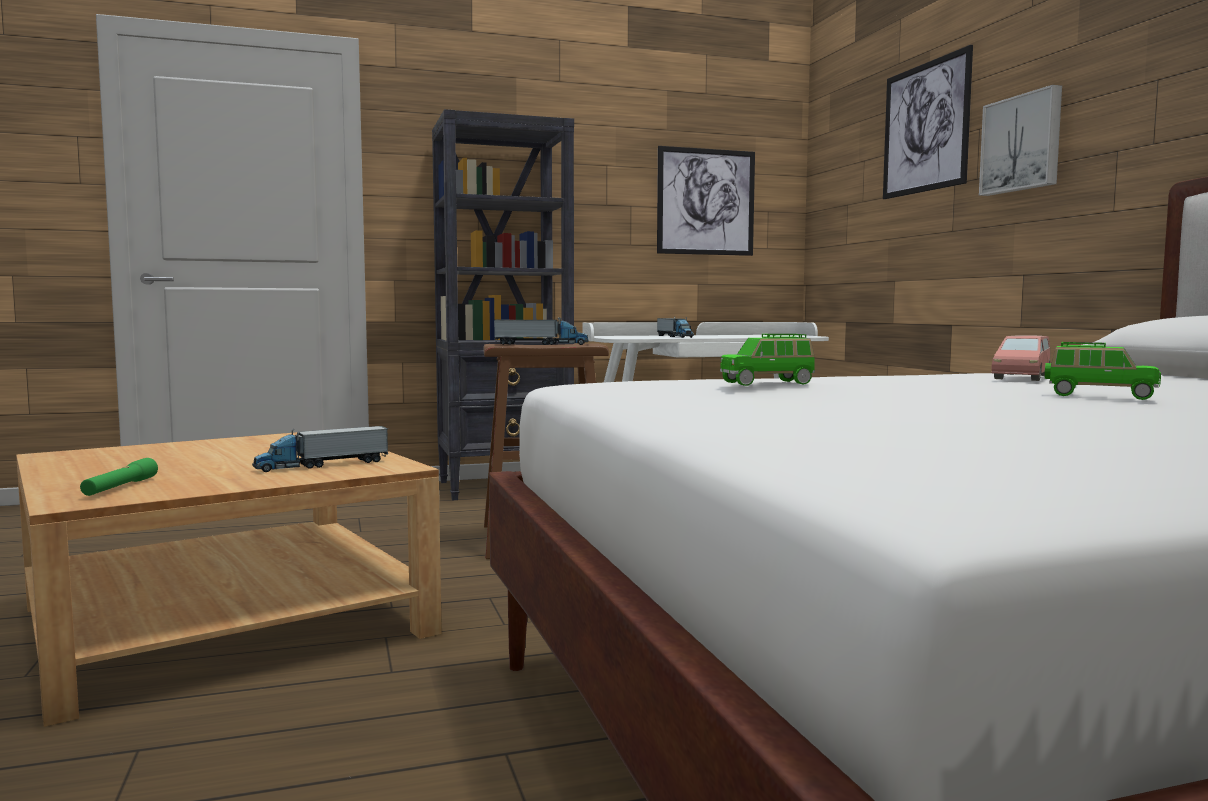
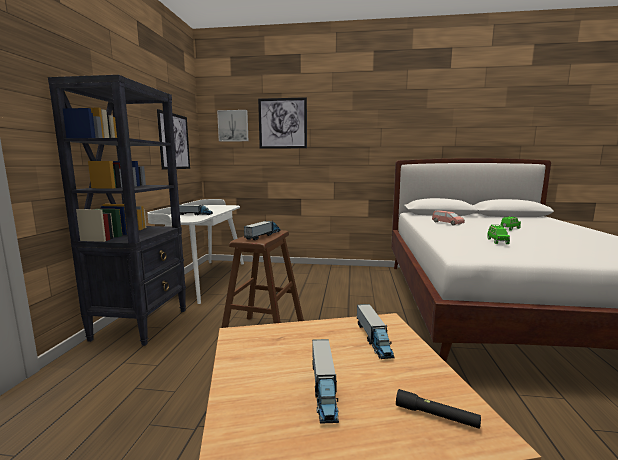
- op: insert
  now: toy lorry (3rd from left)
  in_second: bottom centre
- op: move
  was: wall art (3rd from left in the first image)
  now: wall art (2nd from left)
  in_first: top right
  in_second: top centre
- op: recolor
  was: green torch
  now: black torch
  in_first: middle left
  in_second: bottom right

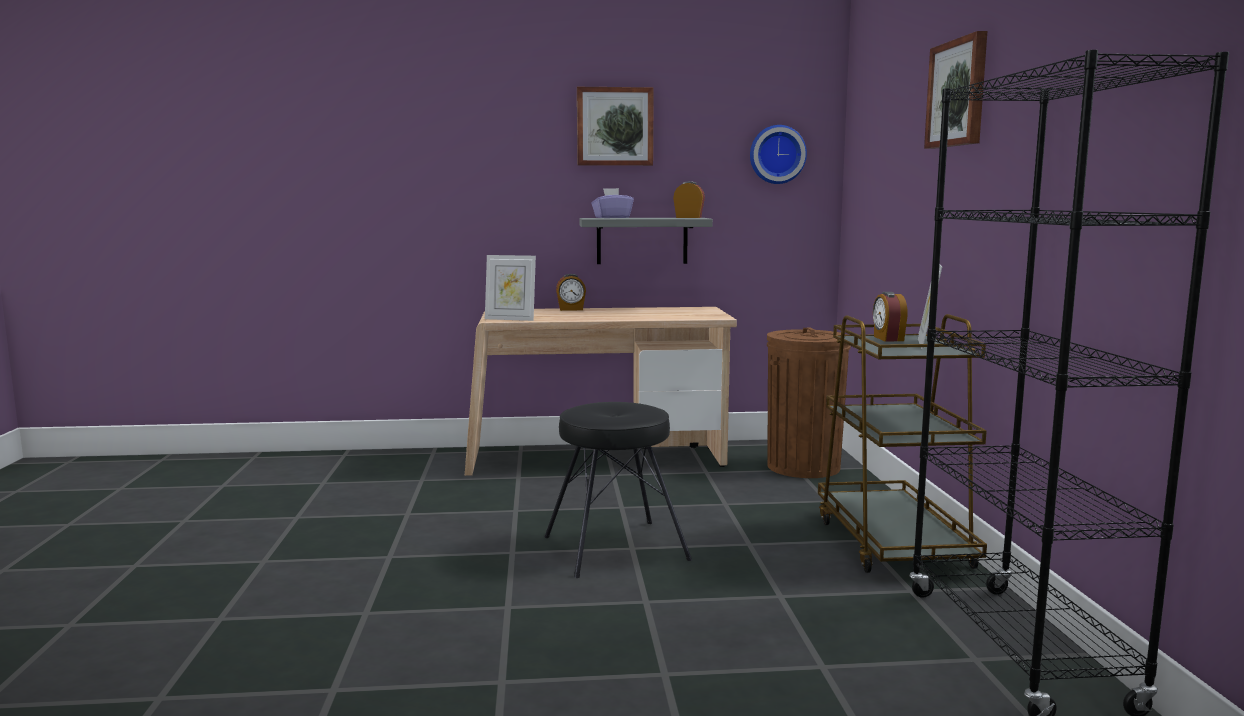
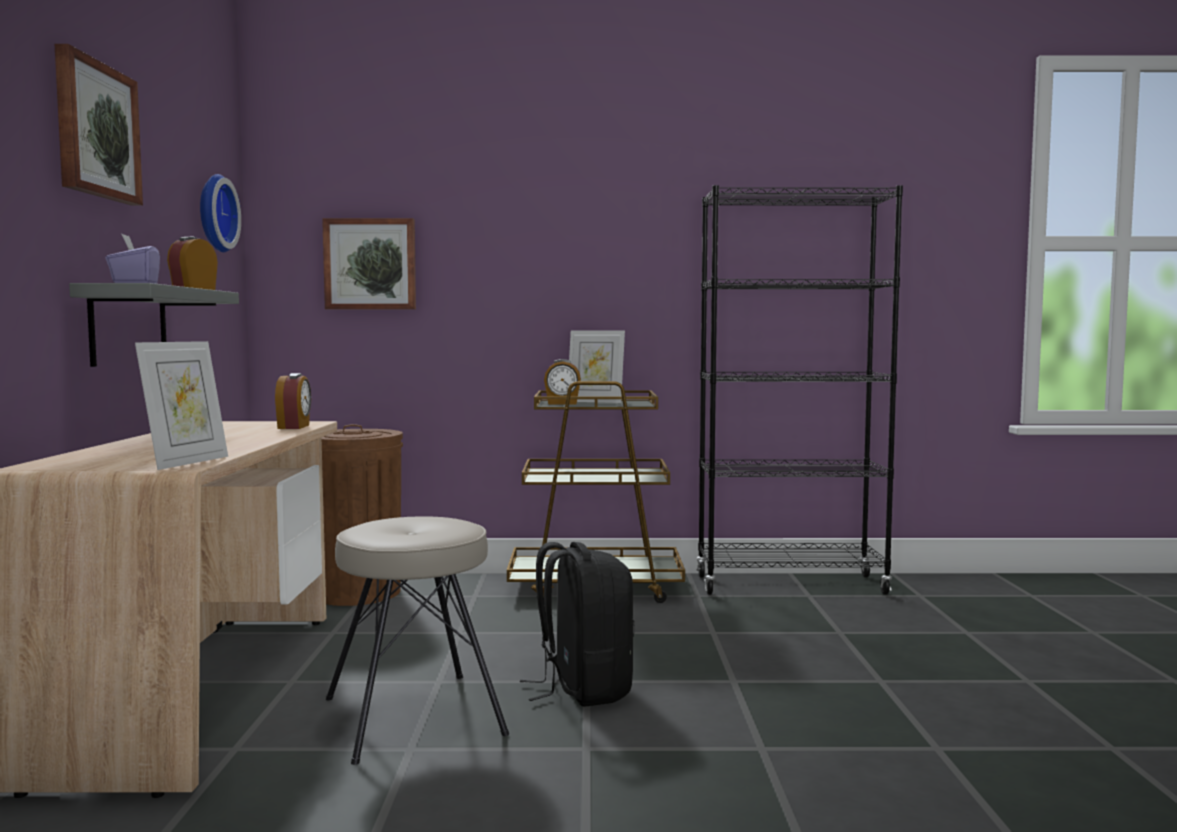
- op: insert
  now: sand-coloured stool
  in_second: bottom centre
- op: move
  was: alarm clock (1st from left in the first image)
  now: alarm clock (2nd from left)
  in_first: centre
  in_second: middle left
- op: move
  was: wall art (2nd from left)
  in_first: top right
  in_second: top left
- op: replace
  was: black stool
  now: black backpack
  in_first: bottom centre
  in_second: bottom centre

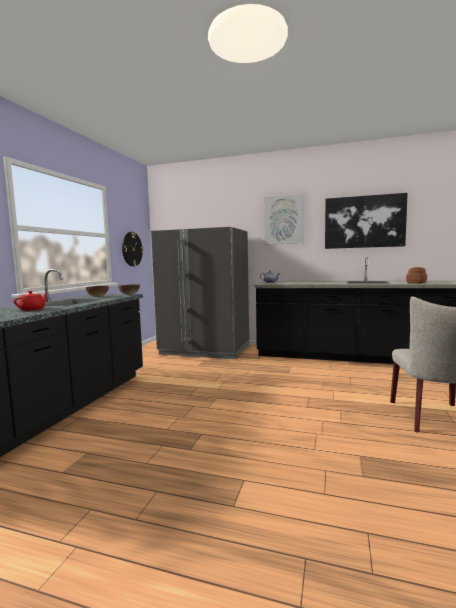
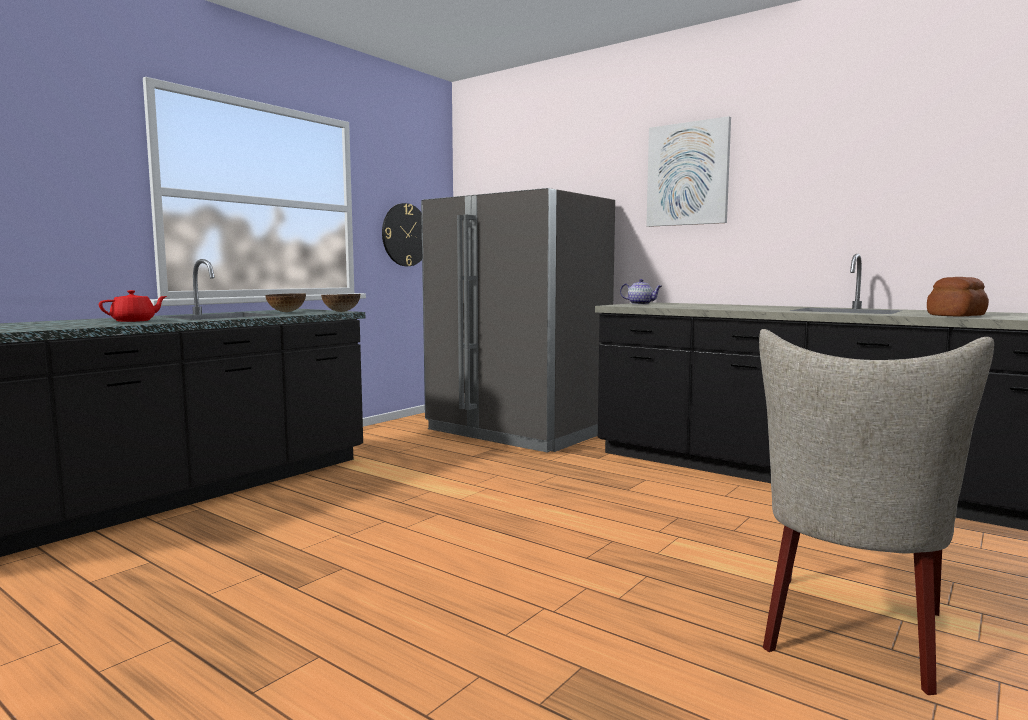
- op: delete
  was: wall art (2nd from left)
  in_first: middle right

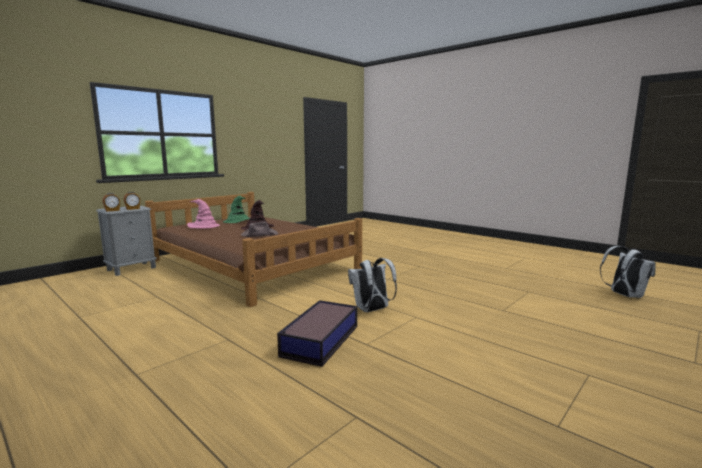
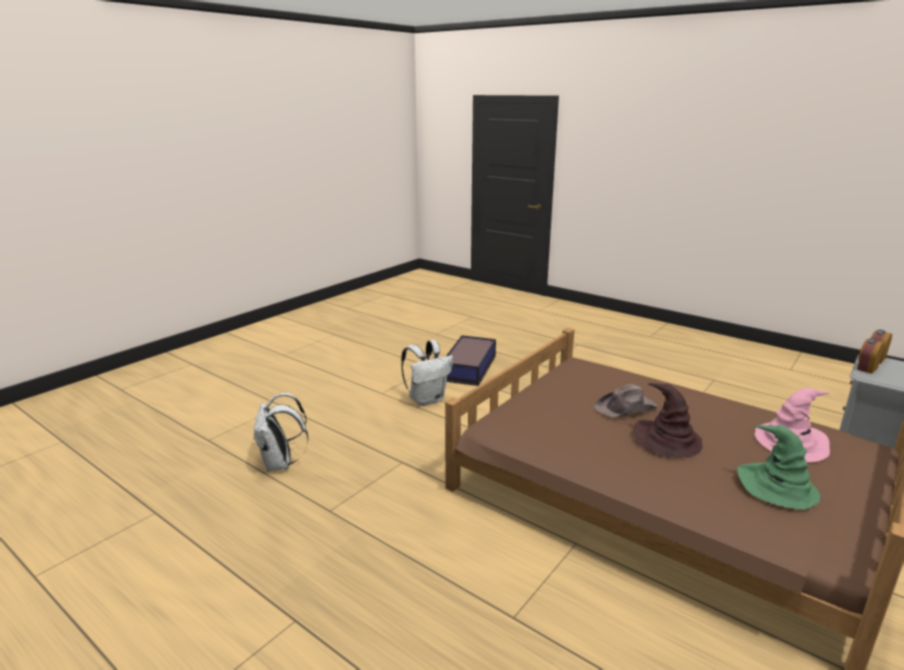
- op: move
  was: white-coloured backpack (2nd from left in the first image)
  now: white-coloured backpack (1st from left)
  in_first: middle right
  in_second: middle left

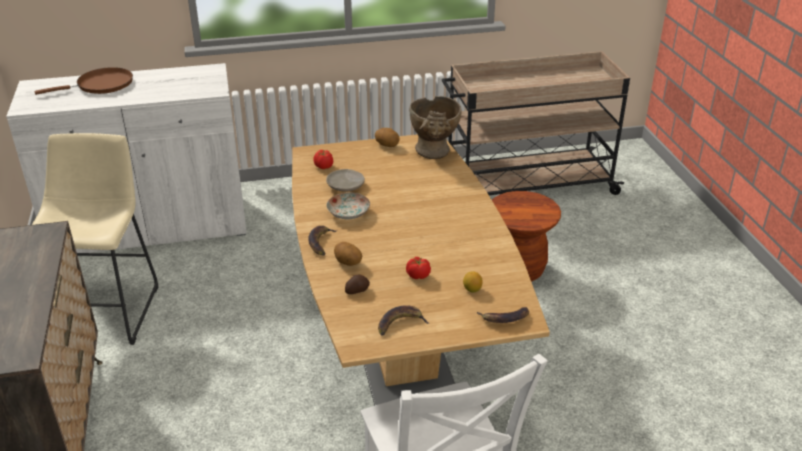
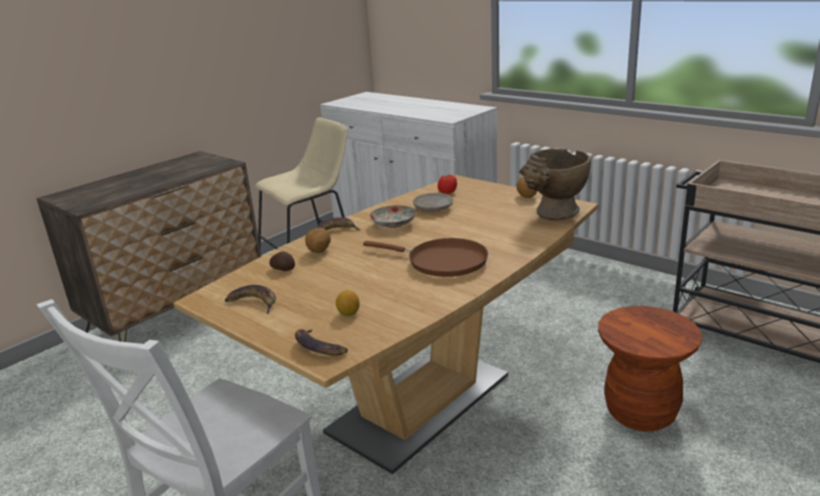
- op: delete
  was: whole tomato (2nd from left)
  in_first: centre
- op: move
  was: brown frying pan
  in_first: top left
  in_second: centre

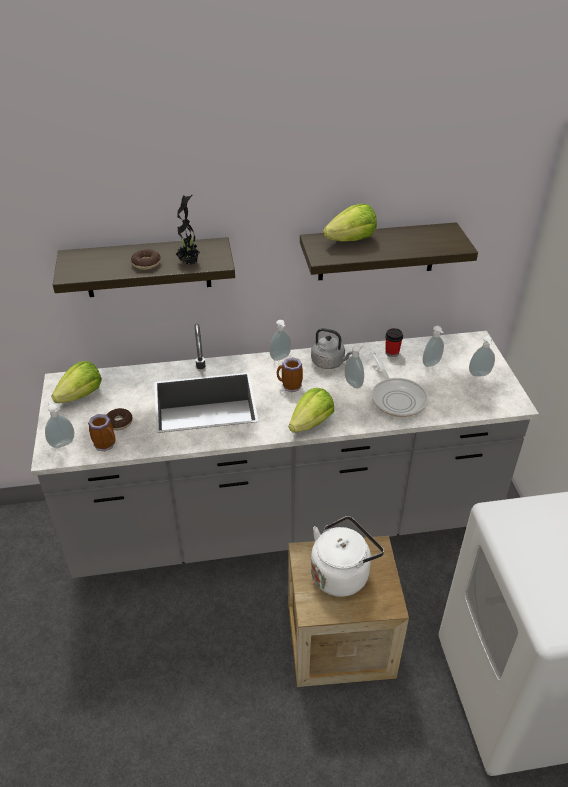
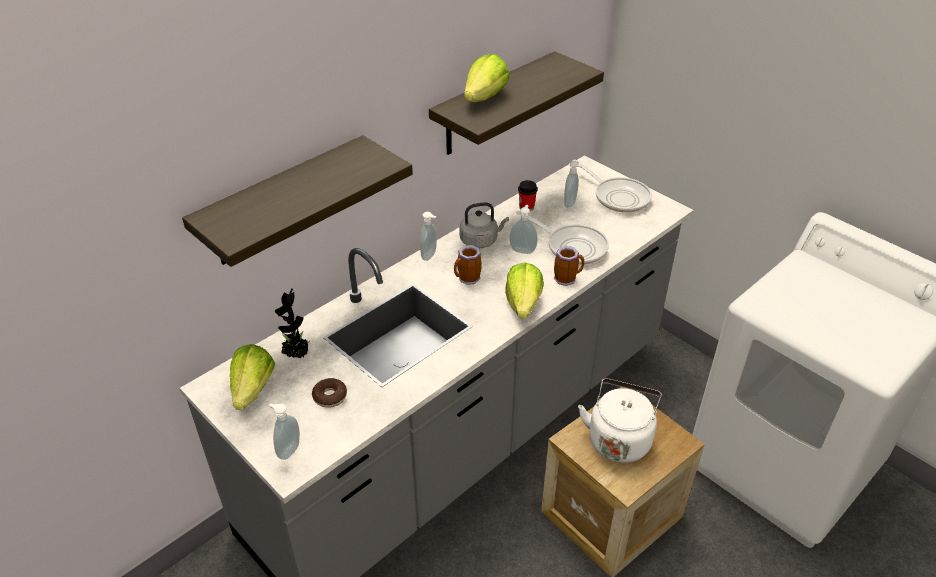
- op: delete
  was: ring doughnut (2nd from left)
  in_first: top left
- op: move
  was: coffee mug (1st from left in the first image)
  now: coffee mug (2nd from left)
  in_first: middle left
  in_second: centre
- op: move
  was: potted plant
  in_first: top left
  in_second: middle left
- op: replace
  was: liquid soap bottle (5th from left)
  now: frying pan (2nd from left)
  in_first: middle right
  in_second: top centre

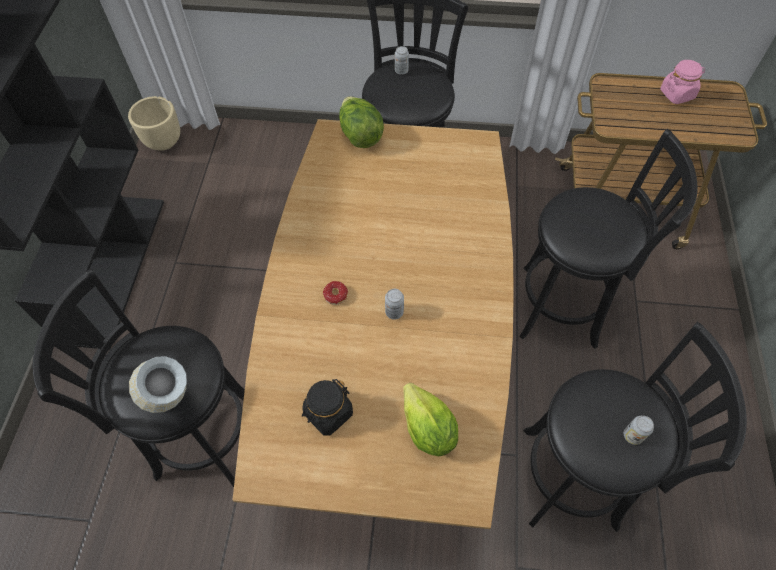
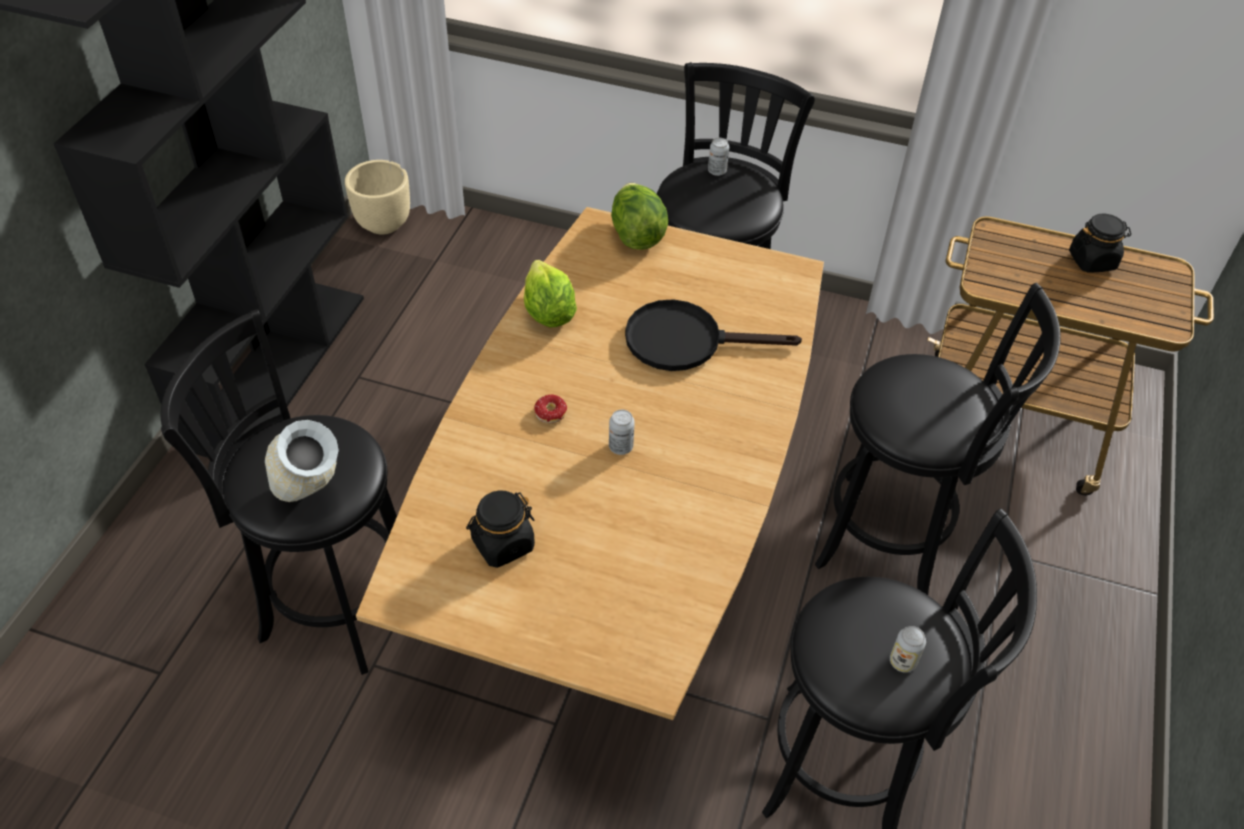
- op: insert
  now: black frying pan
  in_second: centre
- op: move
  was: lettuce head (2nd from left in the first image)
  now: lettuce head (1st from left)
  in_first: bottom centre
  in_second: centre
- op: recolor
  was: pinkish storage jar
  now: black storage jar (2nd from left)
  in_first: top right
  in_second: top right

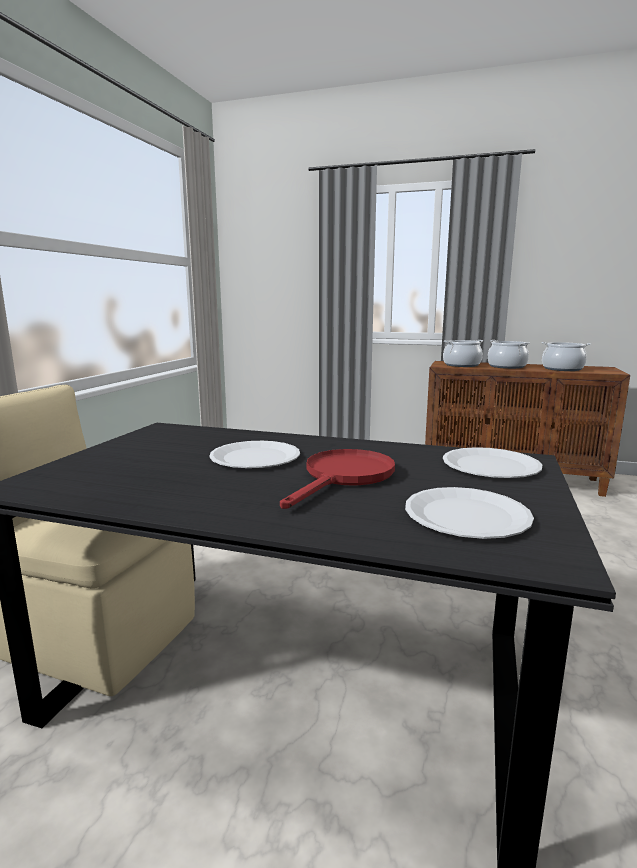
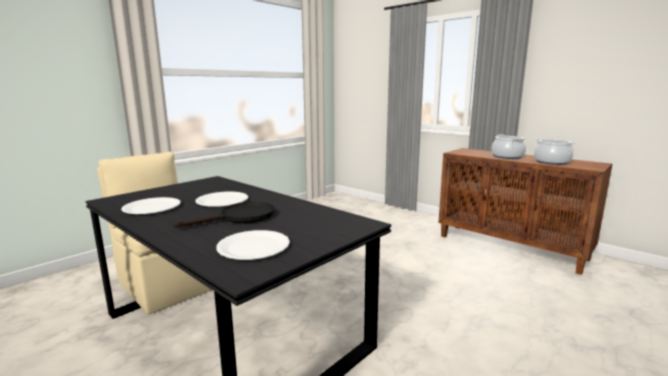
- op: delete
  was: cooking pot (1st from left)
  in_first: middle right
- op: move
  was: white-coloured plate (3rd from left in the first image)
  now: white-coloured plate (1st from left)
  in_first: middle right
  in_second: middle left
- op: recolor
  was: red-coloured frying pan
  now: black frying pan
  in_first: centre
  in_second: centre

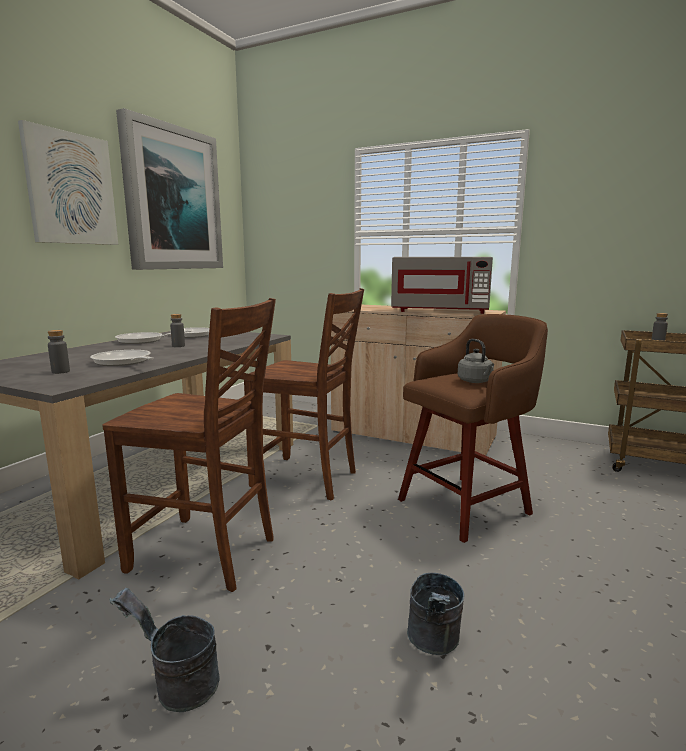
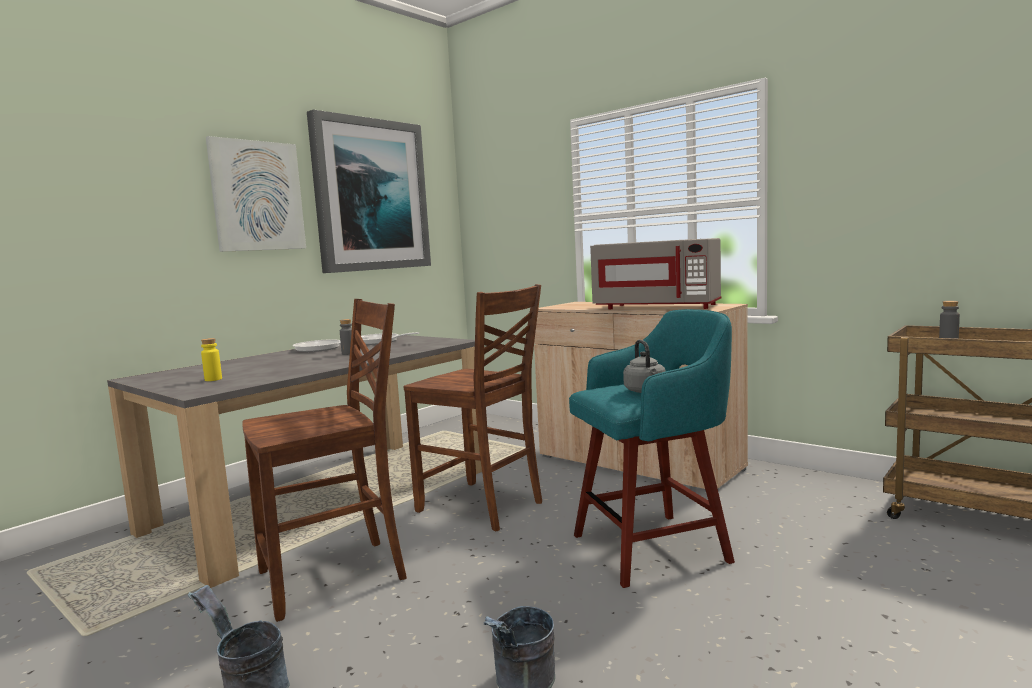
- op: delete
  was: frying pan (1st from left)
  in_first: middle left
- op: recolor
  was: greyish drink bottle (1st from left)
  now: yellowish drink bottle
  in_first: middle left
  in_second: middle left
- op: recolor
  was: brown stool
  now: turquoise-coloured stool
  in_first: middle right
  in_second: centre
- op: rotate
  was: brown chair (1st from left)
  in_first: middle left
  in_second: bottom left
  clockwise: -60

